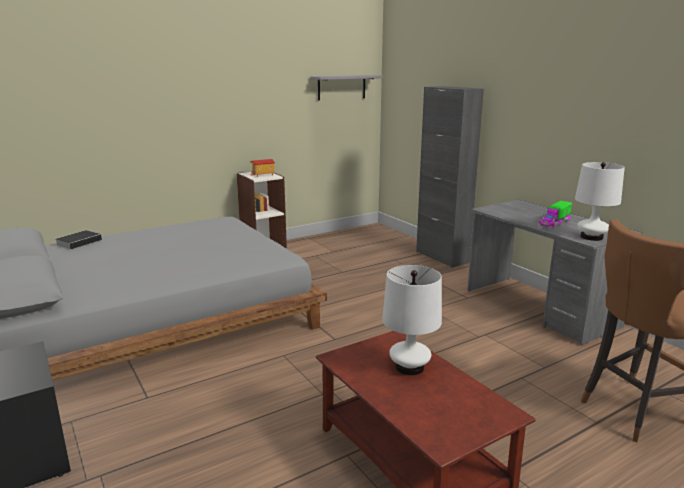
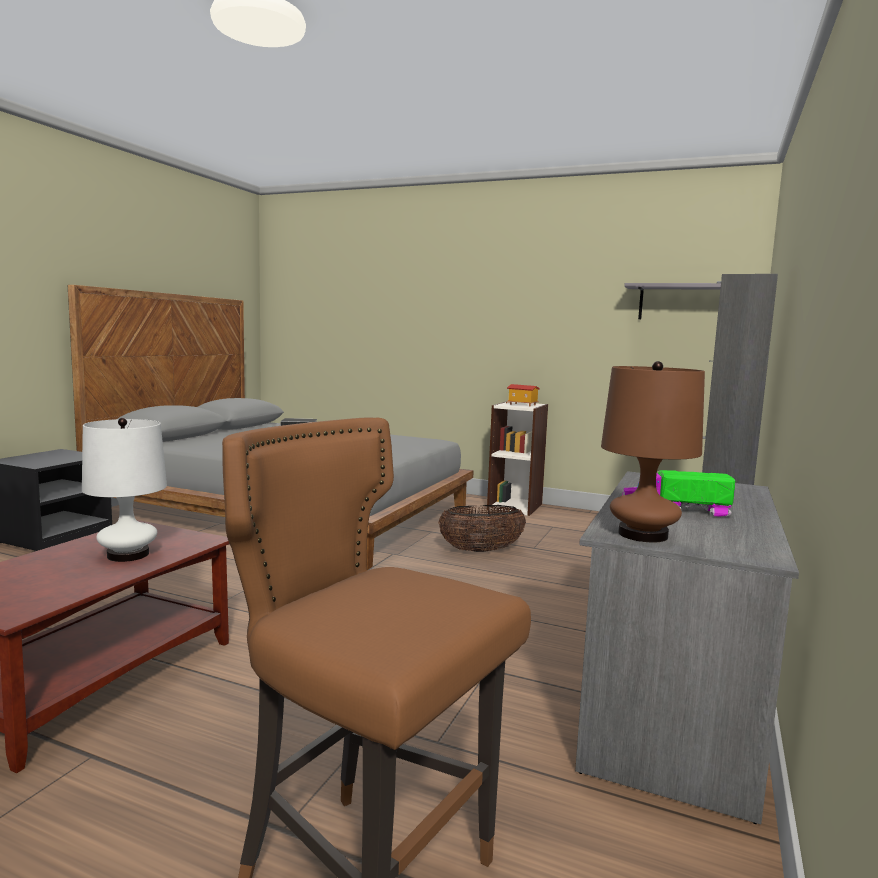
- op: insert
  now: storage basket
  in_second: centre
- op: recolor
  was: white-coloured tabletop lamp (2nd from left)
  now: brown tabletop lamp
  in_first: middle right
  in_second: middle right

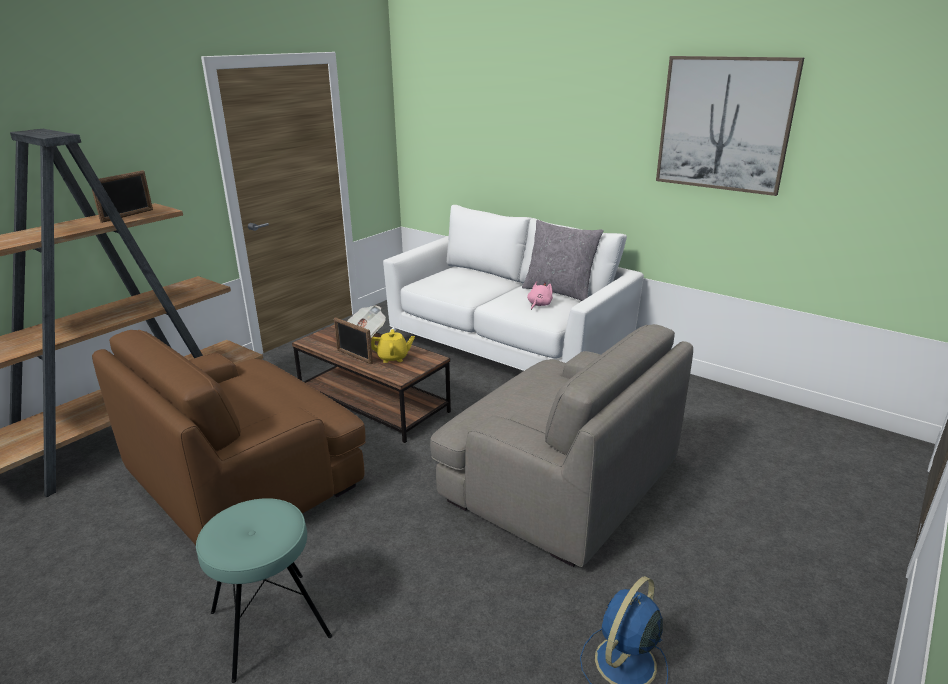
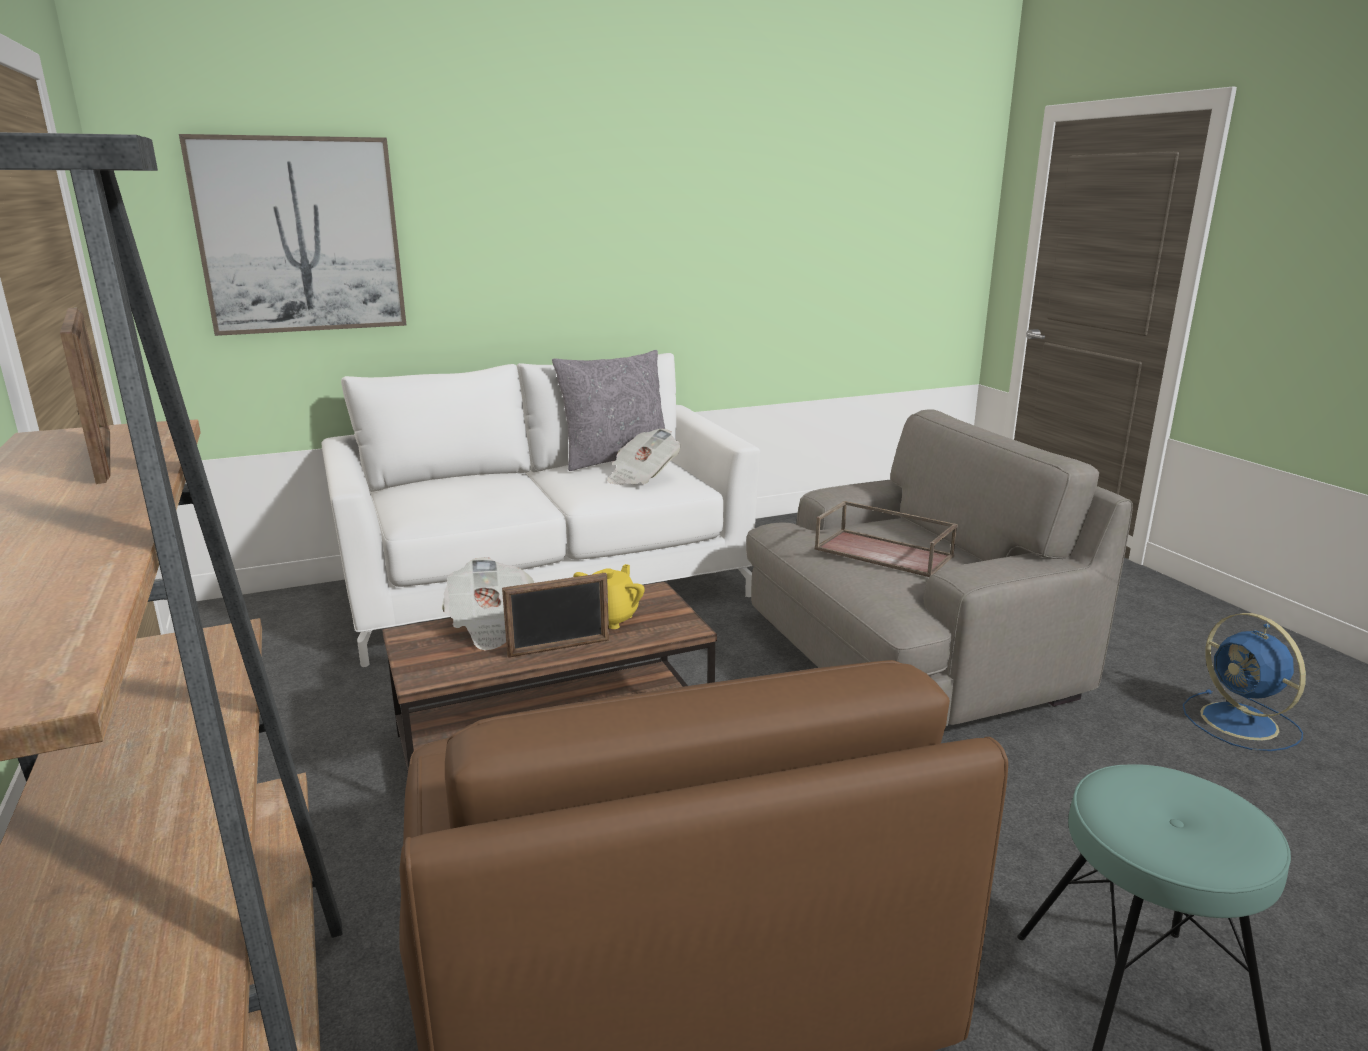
- op: insert
  now: brown tray
  in_second: centre
- op: move
  was: wall art
  in_first: top right
  in_second: top left
- op: replace
  was: pinkish plush toy
  now: newspaper (2nd from left)
  in_first: centre
  in_second: centre

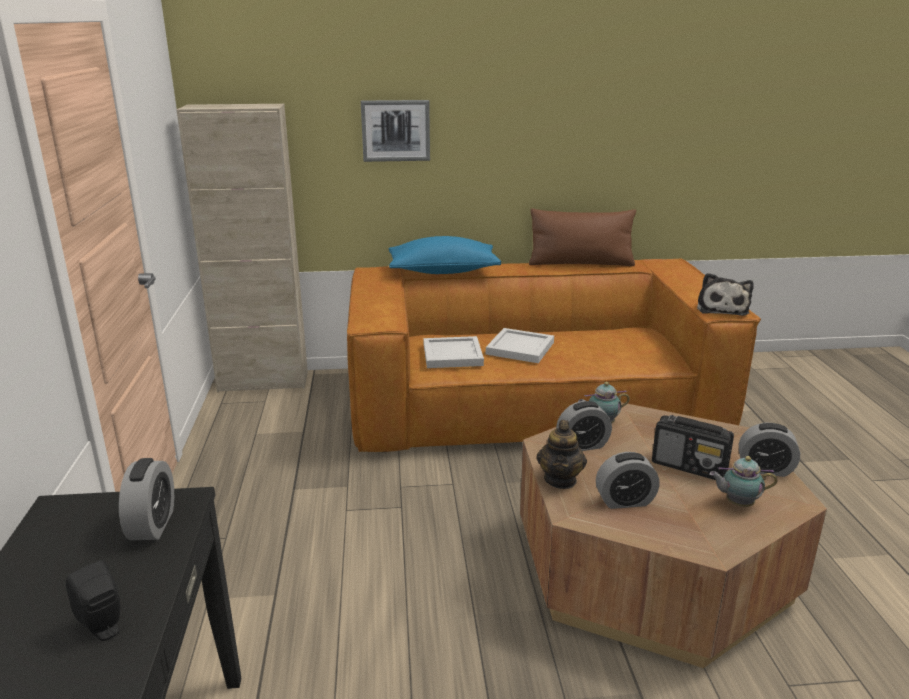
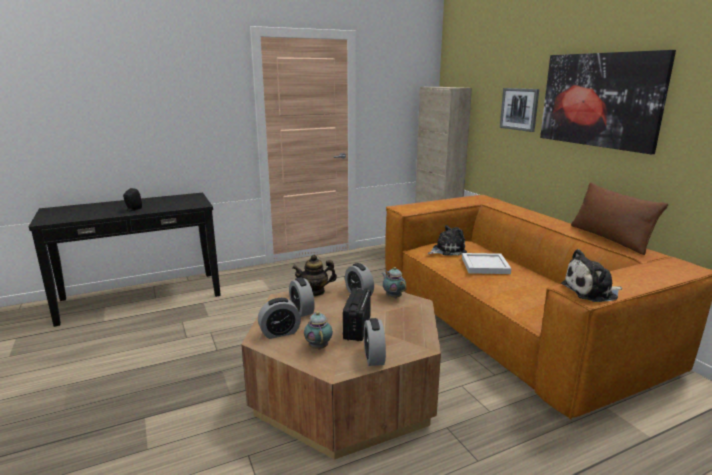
- op: delete
  was: blue throw pillow
  in_first: centre
- op: insert
  now: wall art (2nd from left)
  in_second: top right
- op: move
  was: alarm clock (1st from left)
  in_first: bottom left
  in_second: bottom centre
- op: replace
  was: white-coloured tray (1st from left)
  now: plush toy (1st from left)
  in_first: centre
  in_second: centre

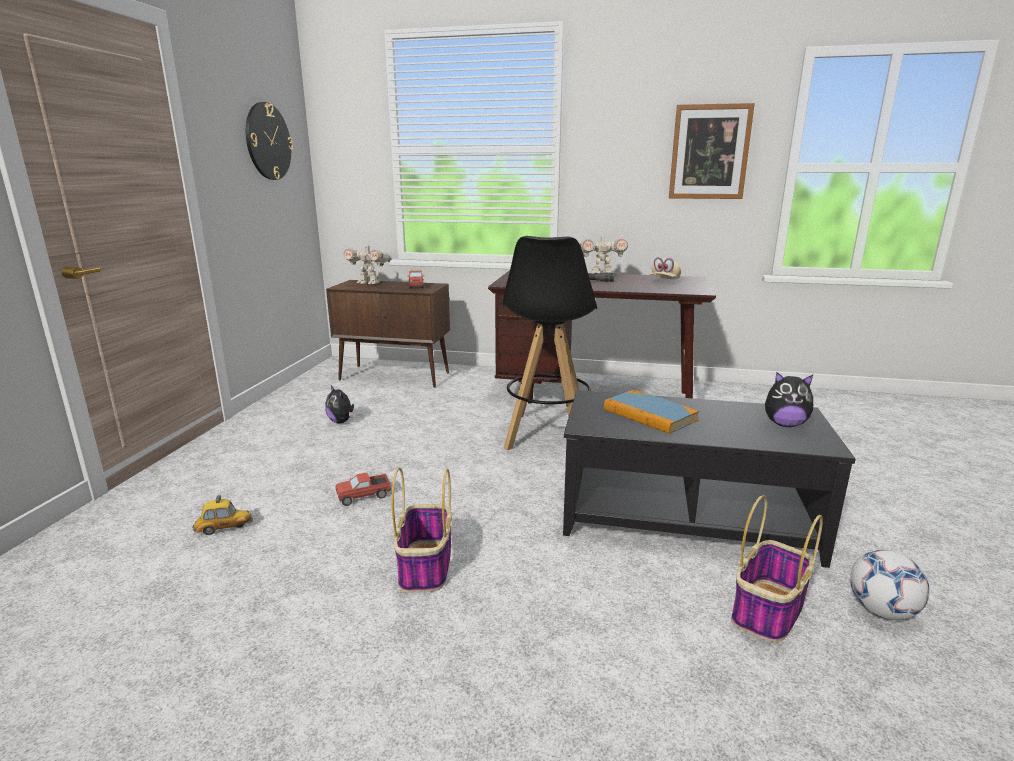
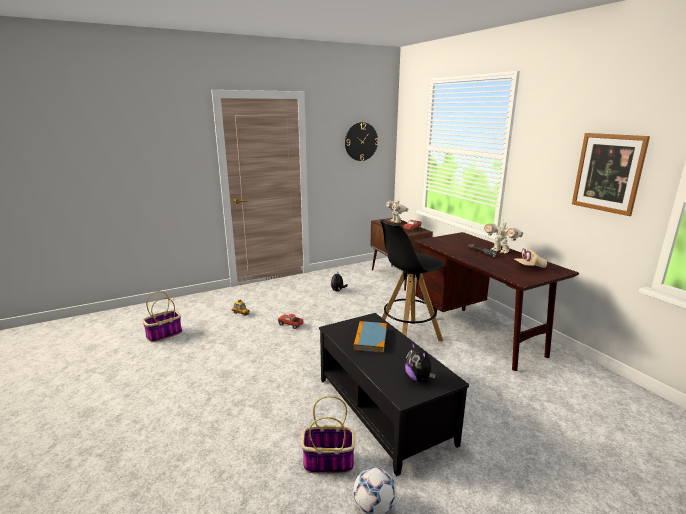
- op: move
  was: storage basket (1st from left)
  in_first: bottom centre
  in_second: middle left

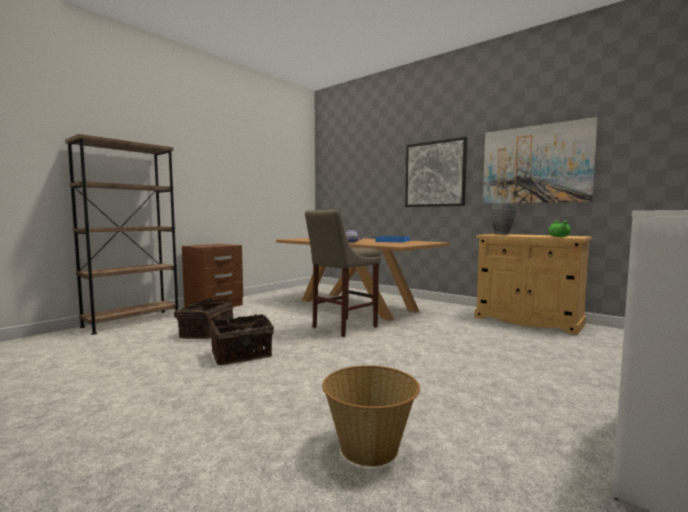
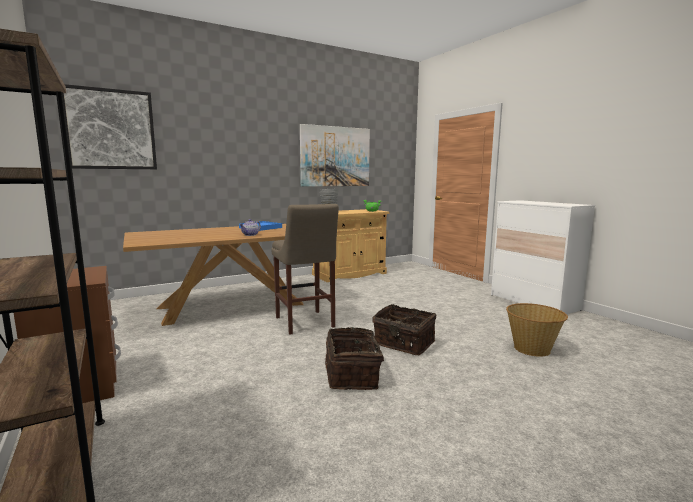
- op: move
  was: storage basket (1st from left in the first image)
  now: storage basket (2nd from left)
  in_first: middle left
  in_second: centre
- op: move
  was: wall art (1st from left)
  in_first: centre
  in_second: top left

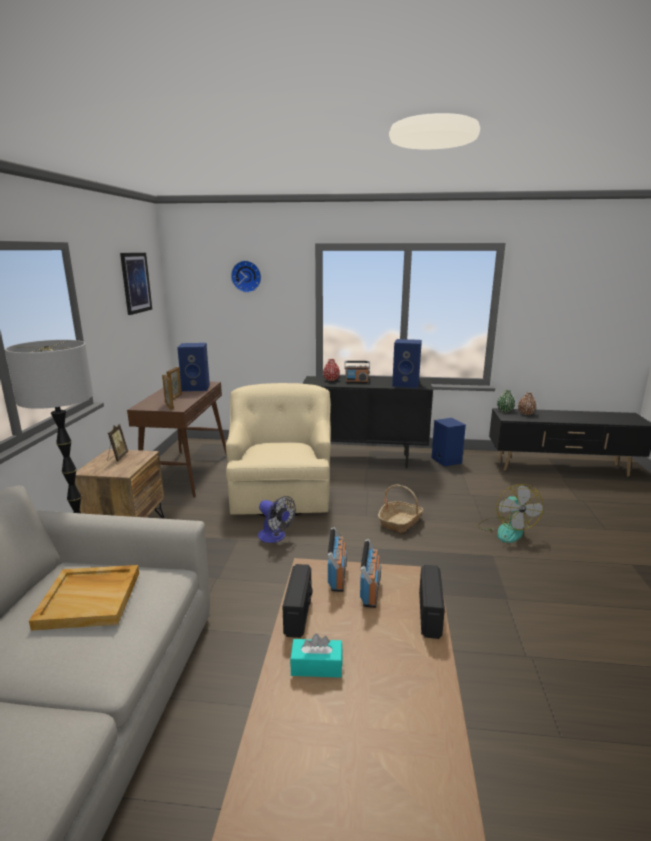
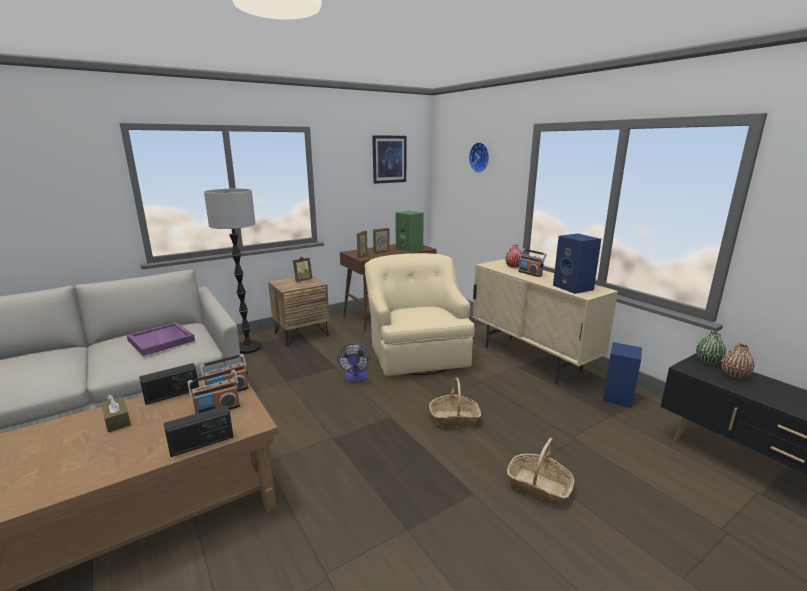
- op: replace
  was: fan (2nd from left)
  now: storage basket (2nd from left)
  in_first: middle right
  in_second: bottom right
- op: recolor
  was: sand-coloured tray
  now: purplish tray
  in_first: bottom left
  in_second: middle left
- op: recolor
  was: blue loudspeaker (1st from left)
  now: green loudspeaker
  in_first: middle left
  in_second: centre
- op: recolor
  was: turquoise-coloured box of tissues
  now: brown box of tissues
  in_first: bottom centre
  in_second: bottom left
- op: recolor
  was: black storage cabinet
  now: sand-coloured storage cabinet
  in_first: centre
  in_second: middle right
- op: rotate
  was: sand-coloured easy chair
  in_first: centre
  in_second: centre
  clockwise: -60

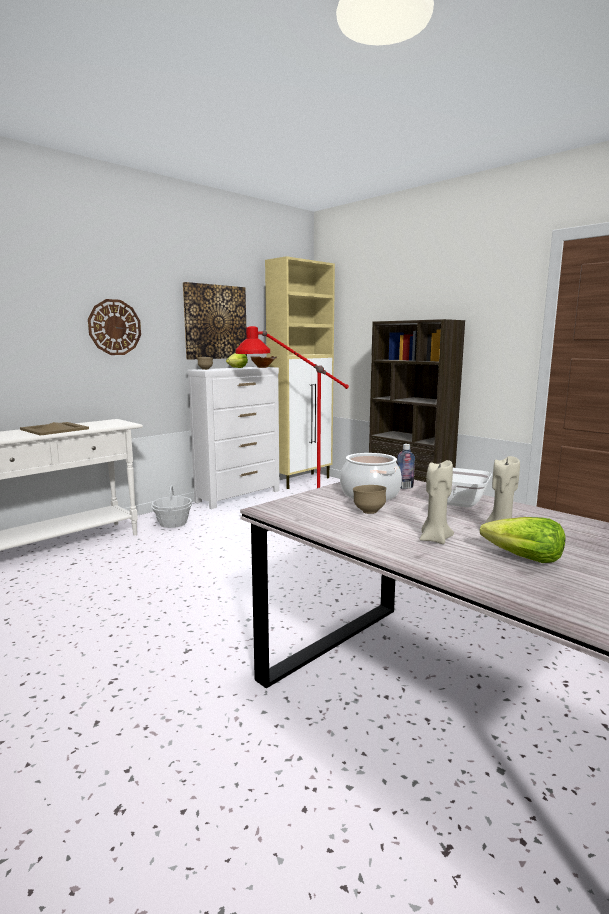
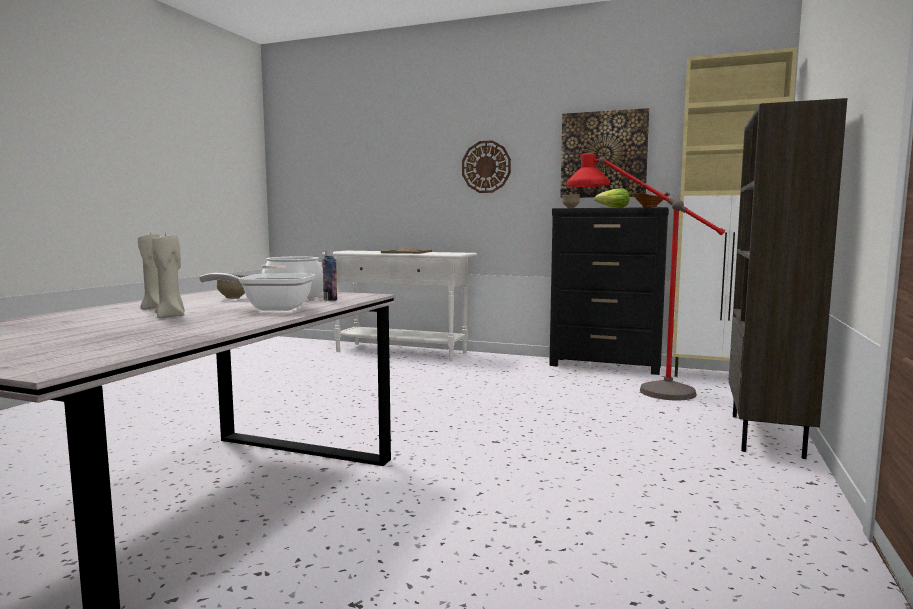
- op: delete
  was: storage basket
  in_first: middle left
- op: delete
  was: lettuce head (2nd from left)
  in_first: middle right
- op: recolor
  was: white-coloured dresser
  now: black dresser
  in_first: centre
  in_second: middle right

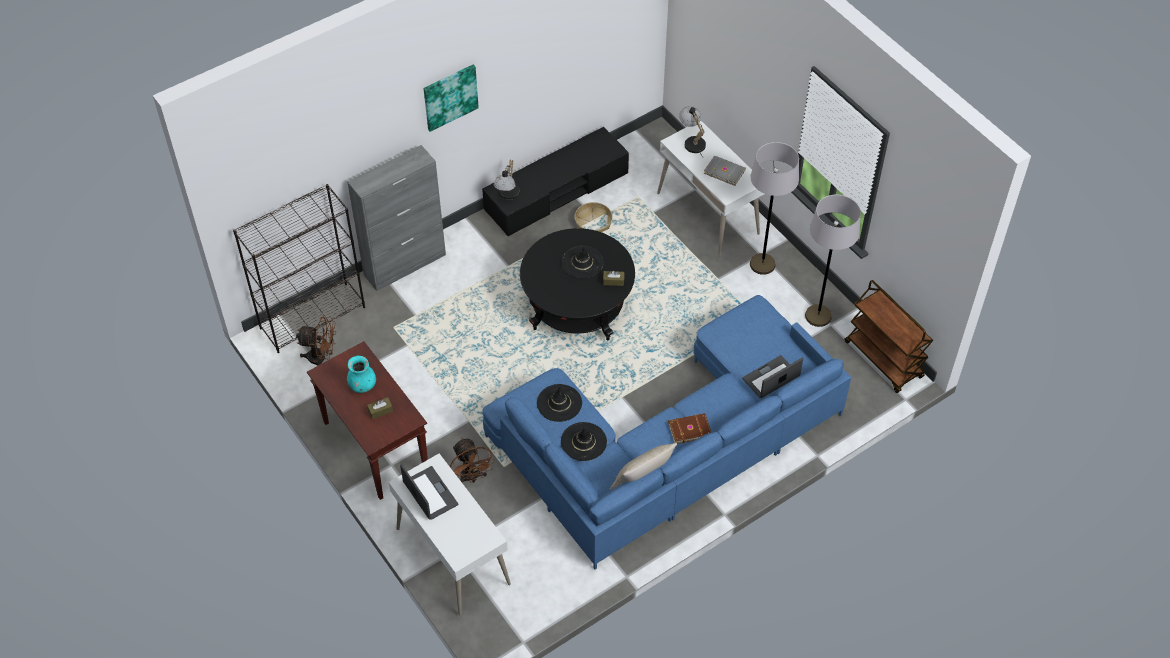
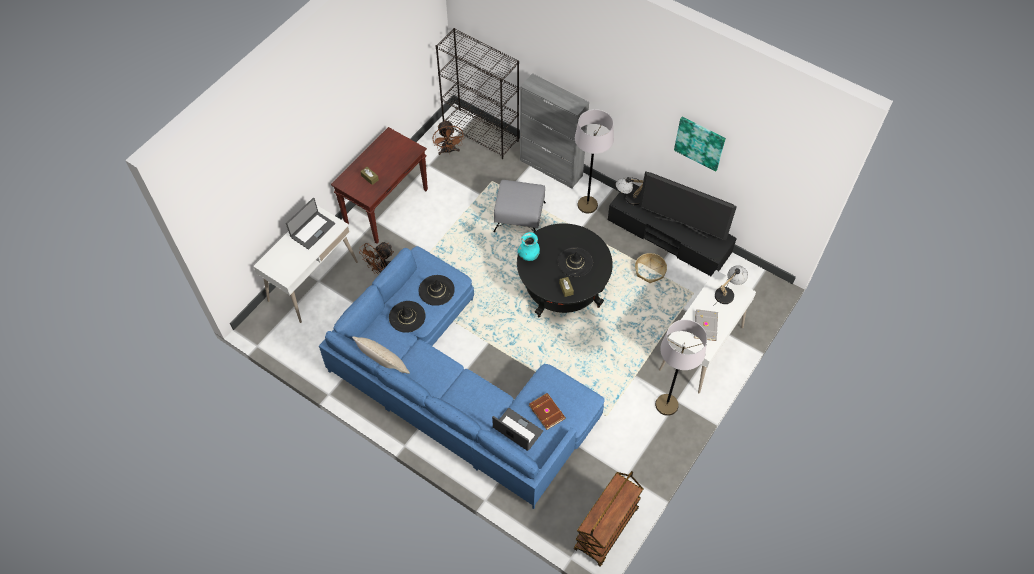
- op: insert
  now: greyish pouffe
  in_second: centre
- op: insert
  now: TV
  in_second: centre
- op: move
  was: turquoise-coloured flower vase
  in_first: middle left
  in_second: centre
- op: move
  was: wall art
  in_first: top centre
  in_second: top right
- op: move
  was: brown volume
  in_first: centre
  in_second: bottom centre
- op: move
  was: greyish floor lamp (2nd from left in the first image)
  now: greyish floor lamp (1st from left)
  in_first: middle right
  in_second: top centre

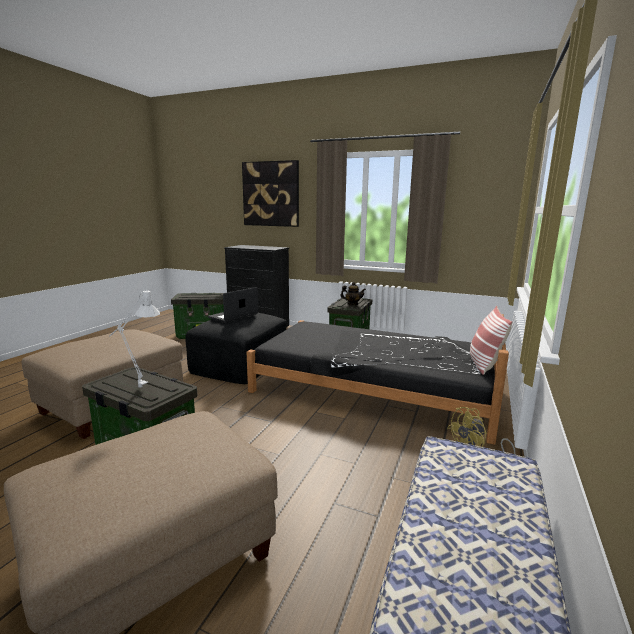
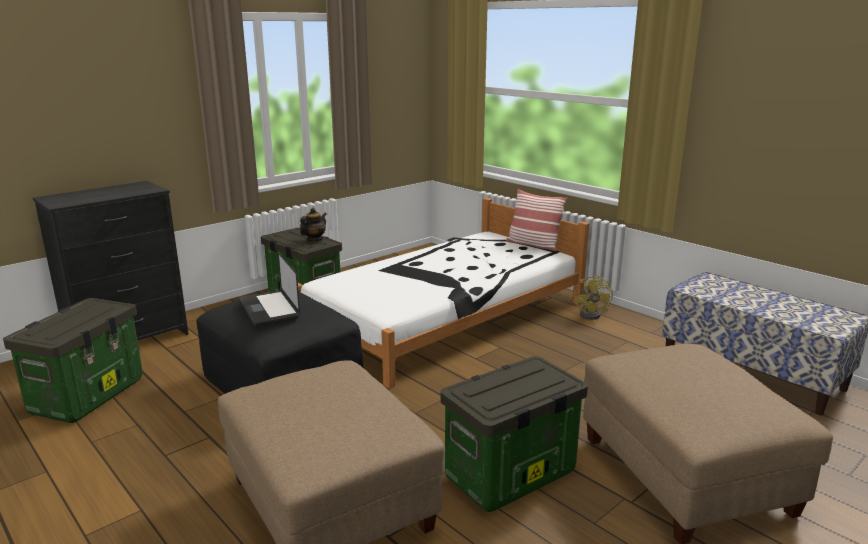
- op: delete
  was: greyish tabletop lamp
  in_first: middle left
- op: delete
  was: wall art
  in_first: top centre
- op: recolor
  was: black bed
  now: white-coloured bed
  in_first: centre
  in_second: centre

